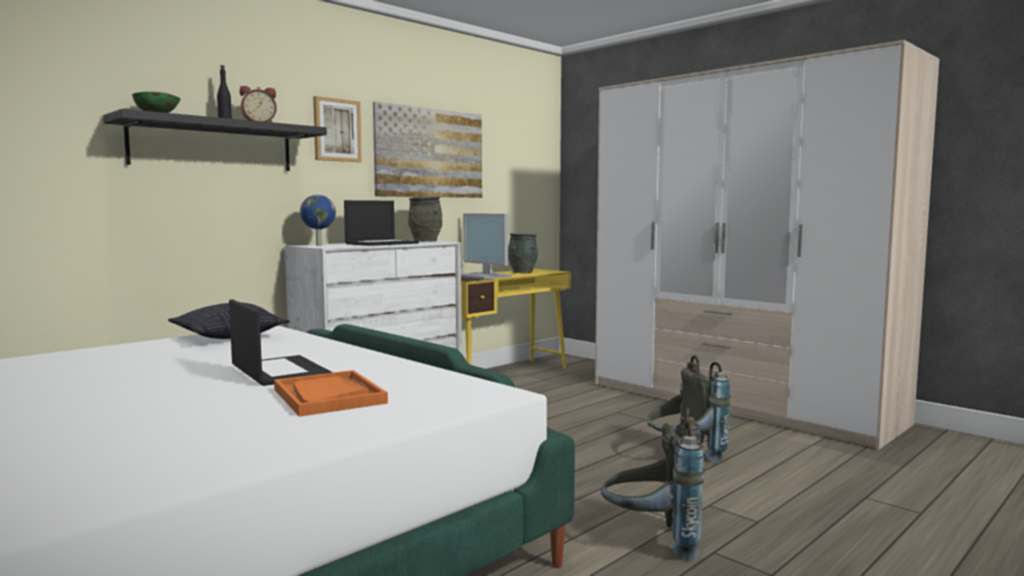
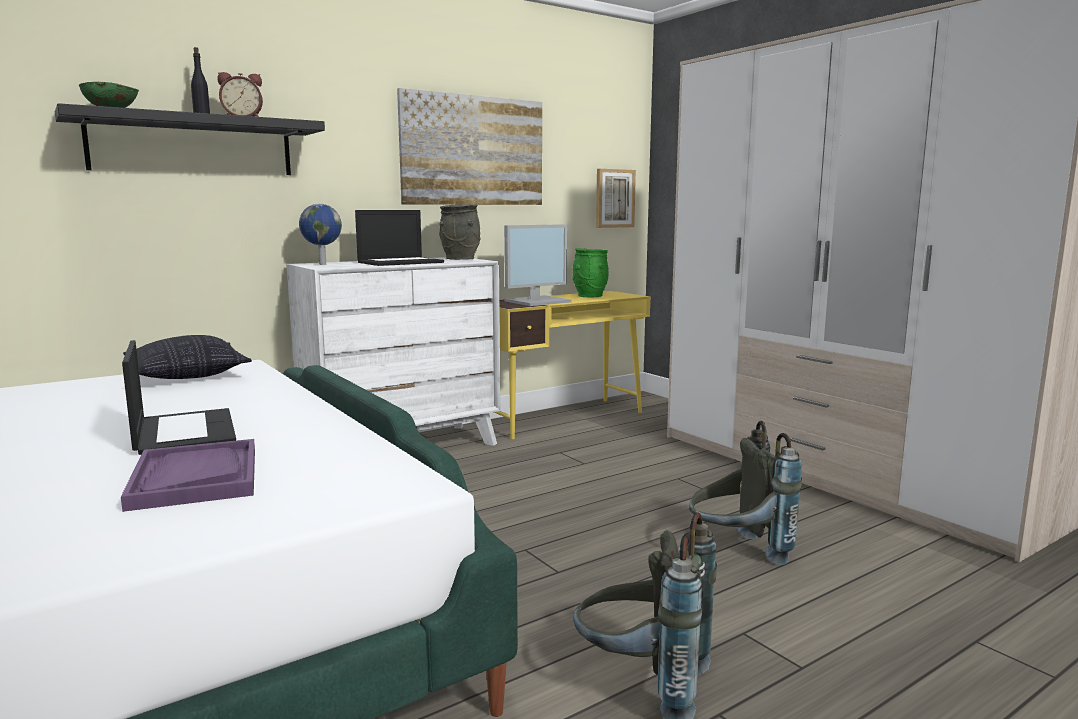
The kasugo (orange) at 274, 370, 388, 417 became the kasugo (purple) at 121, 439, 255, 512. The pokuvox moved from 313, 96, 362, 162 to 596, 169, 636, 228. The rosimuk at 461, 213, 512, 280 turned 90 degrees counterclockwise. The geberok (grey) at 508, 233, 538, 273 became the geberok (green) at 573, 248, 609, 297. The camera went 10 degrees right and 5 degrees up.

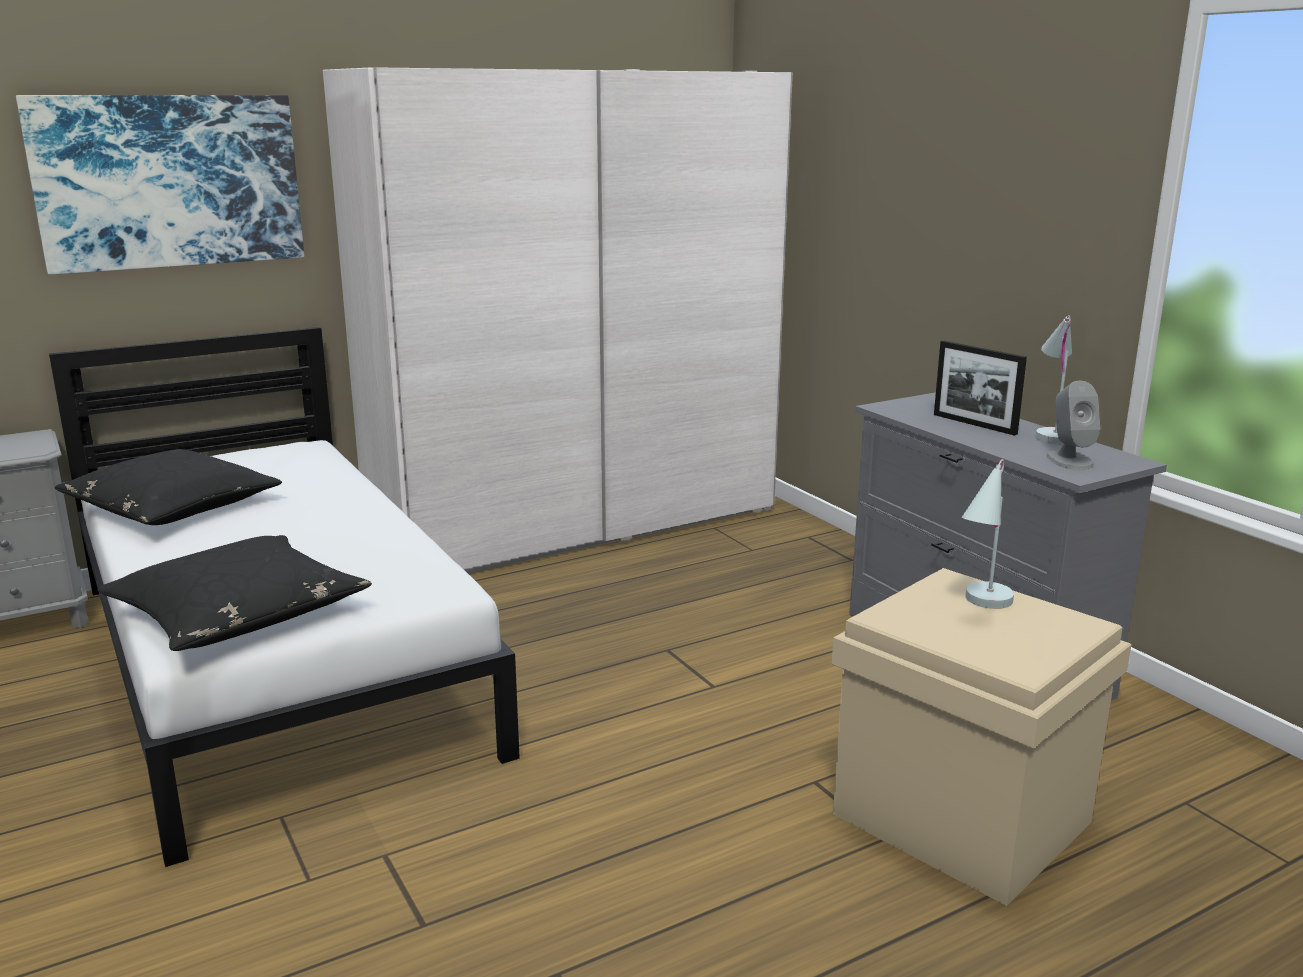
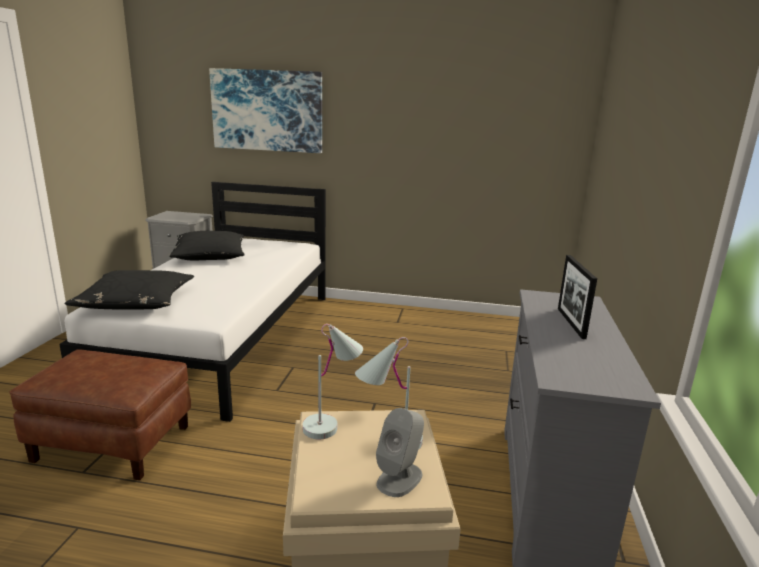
The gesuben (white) at 323, 67, 793, 573 disappeared. The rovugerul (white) moved from 1036, 315, 1072, 445 to 302, 324, 363, 439. The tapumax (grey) moved from 1046, 381, 1100, 469 to 376, 408, 424, 497. The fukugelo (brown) at 9, 350, 191, 480 appeared. The camera went 40 degrees right and 0 degrees up.

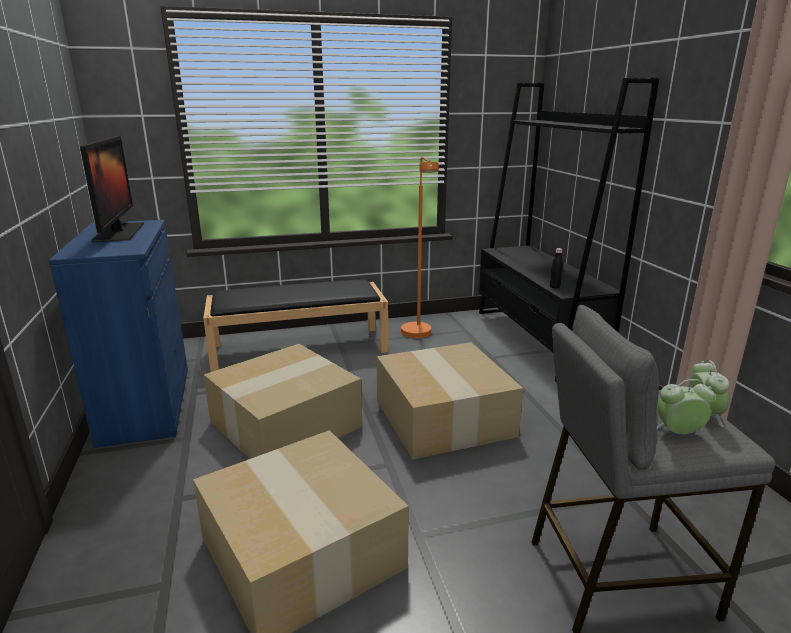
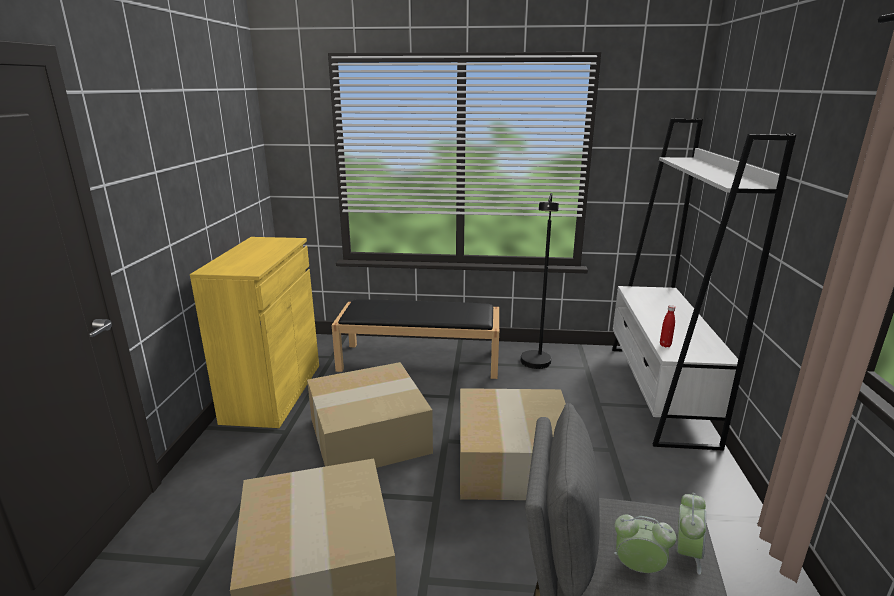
The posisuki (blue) at 49, 220, 188, 448 became the posisuki (yellow) at 190, 237, 319, 428. The rosimuk at 80, 136, 144, 242 disappeared. The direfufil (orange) at 401, 157, 439, 338 became the direfufil (black) at 521, 193, 559, 369. The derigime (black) at 479, 78, 659, 382 became the derigime (white) at 612, 118, 796, 451. The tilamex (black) at 550, 248, 563, 289 became the tilamex (red) at 660, 305, 675, 347. The camera went 20 degrees right and 0 degrees up.

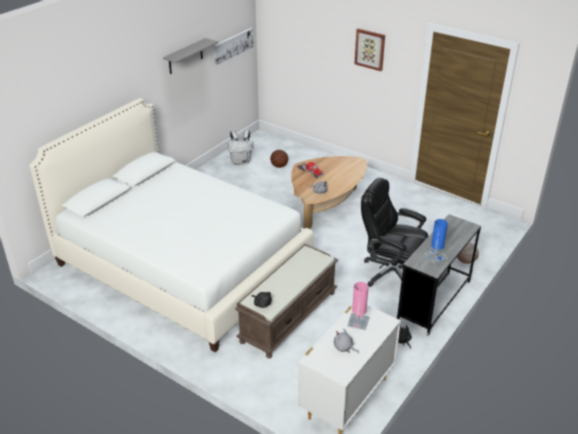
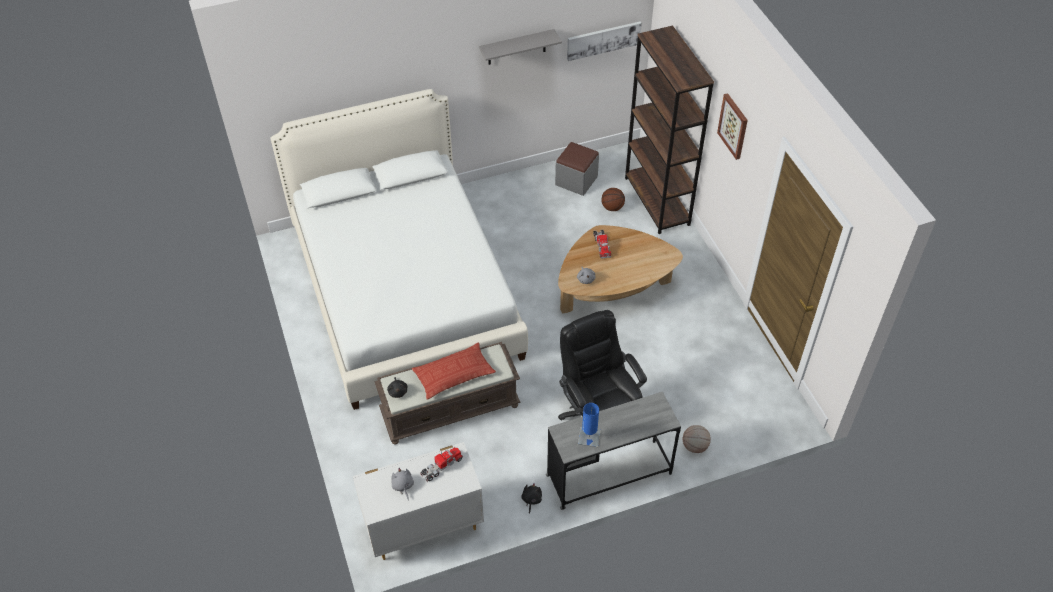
The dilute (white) at 228, 130, 254, 165 was replaced by the fukugelo (grey) at 555, 142, 599, 196. The rovugerul (pink) at 347, 282, 369, 330 was replaced by the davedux at 420, 447, 463, 482. The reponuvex at 412, 343, 496, 400 appeared. The derigime (brown) at 625, 26, 714, 234 appeared. The camera went 35 degrees right and 15 degrees up.

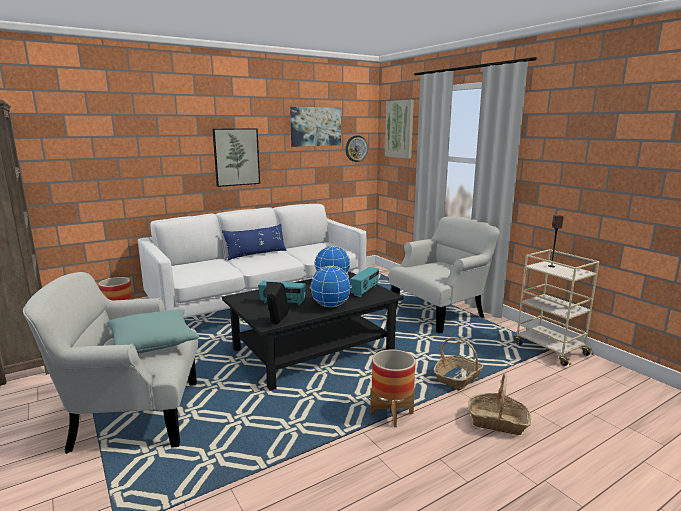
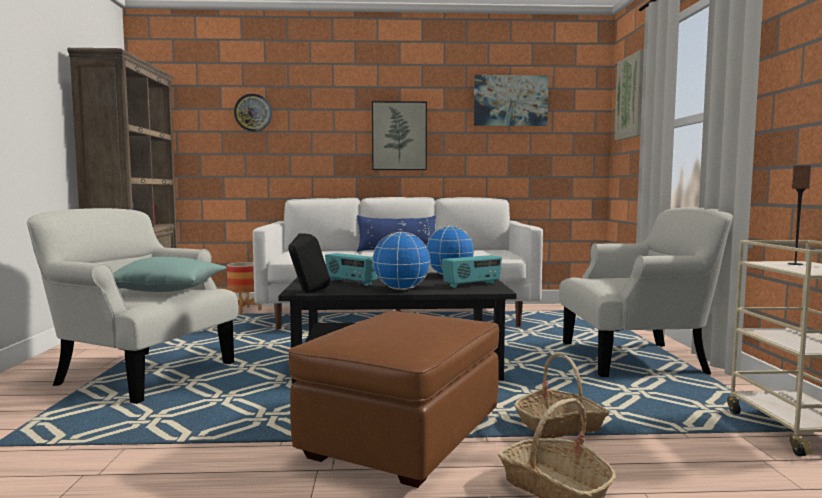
The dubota moved from 346, 135, 368, 162 to 234, 94, 272, 132. The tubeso at 370, 349, 416, 427 was replaced by the fukugelo (brown) at 288, 311, 499, 488. The camera went 30 degrees right and 10 degrees down.

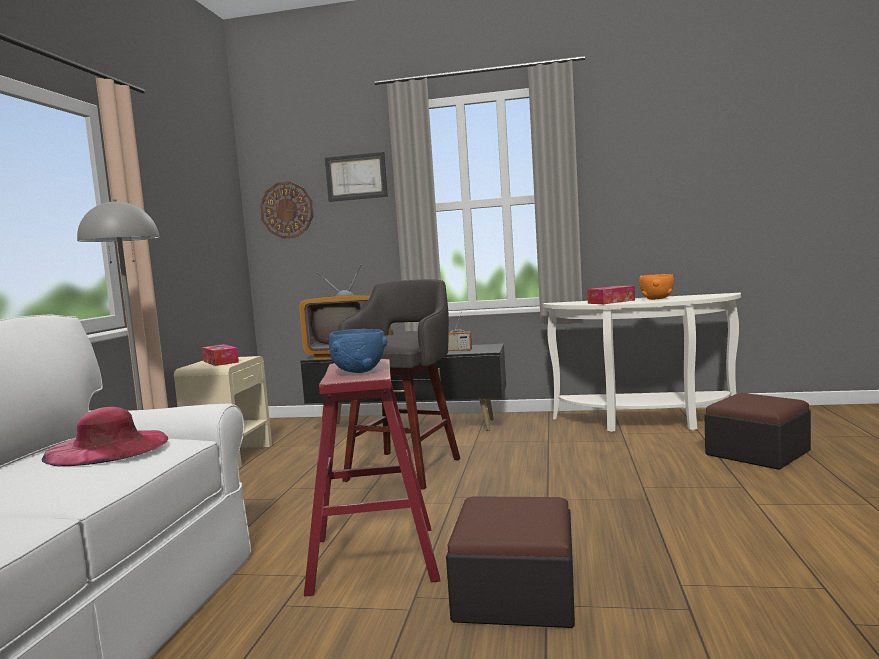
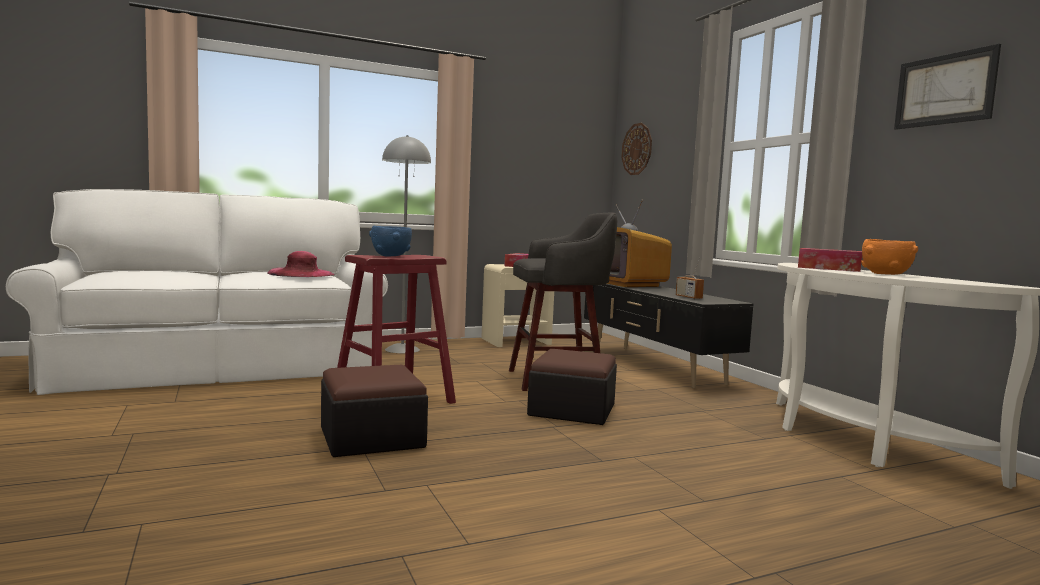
The pokuvox moved from 325, 152, 388, 202 to 894, 44, 1001, 130. The fukugelo moved from 704, 393, 811, 470 to 527, 349, 617, 425. The camera went 55 degrees right and 0 degrees up.

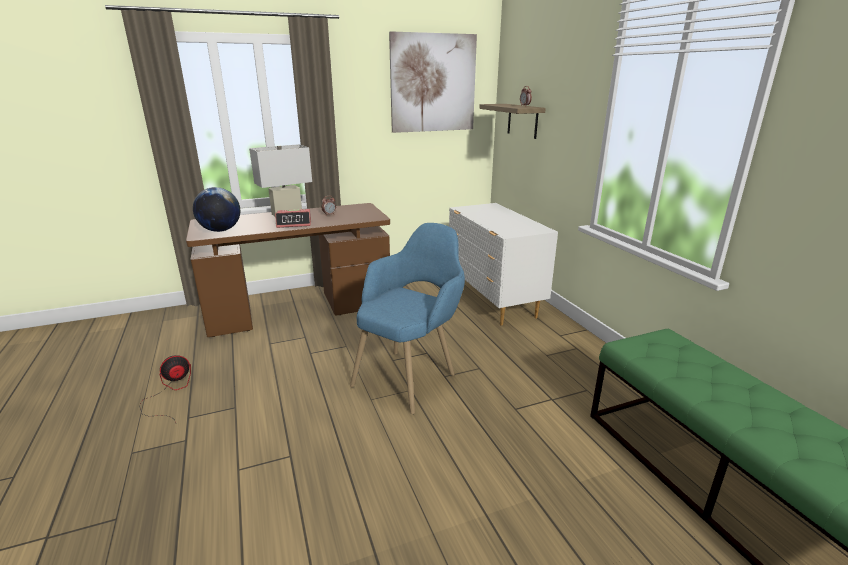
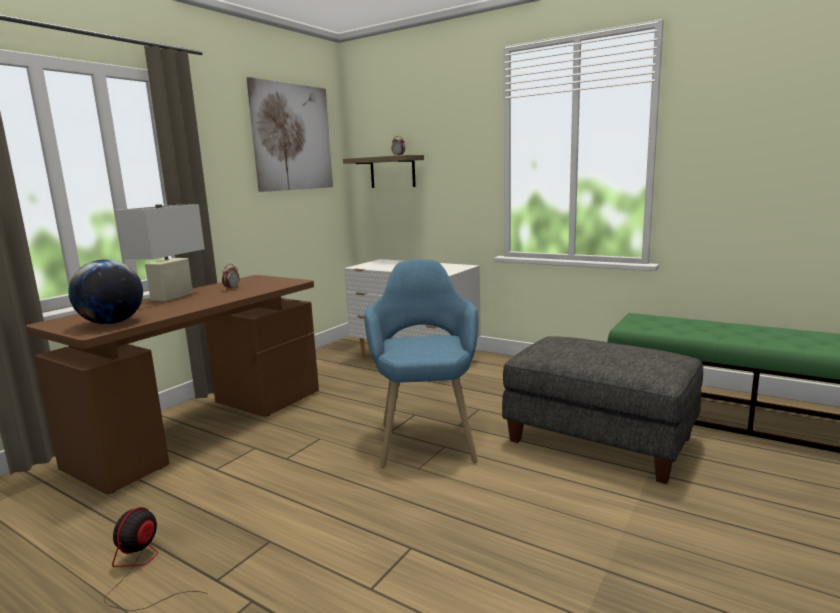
The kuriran at 275, 209, 311, 228 disappeared. The fukugelo (grey) at 502, 336, 703, 484 appeared. The camera went 35 degrees left and 10 degrees down.

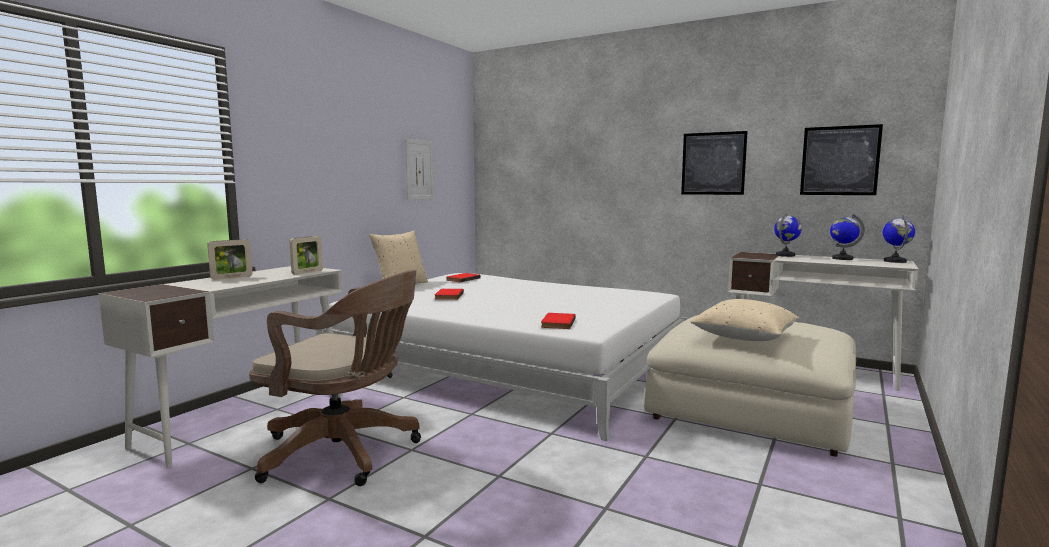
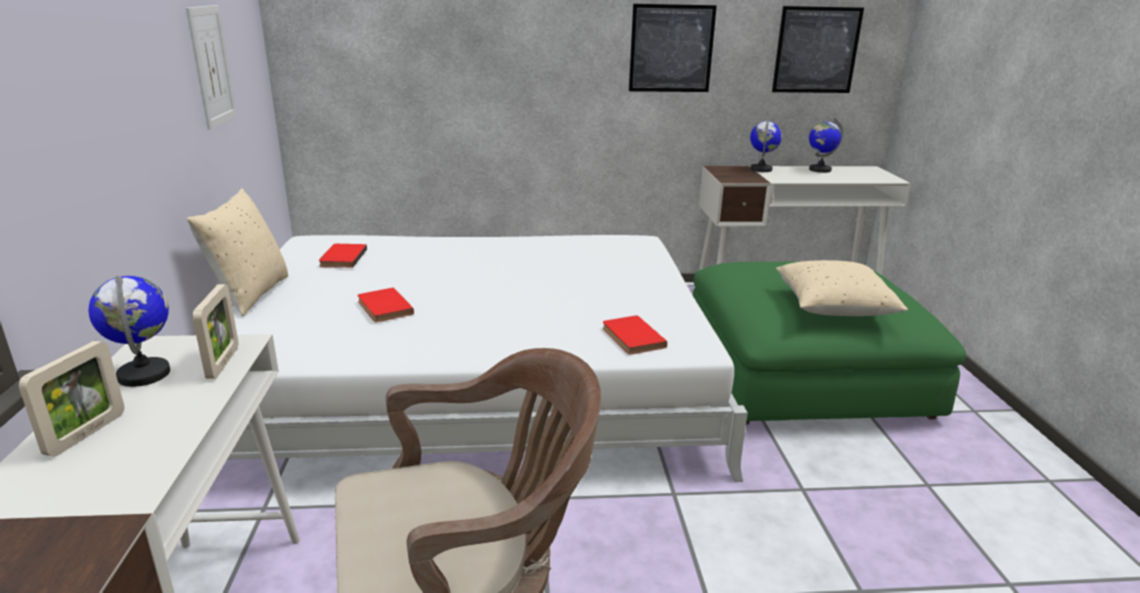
The fukugelo (beige) at 644, 315, 856, 457 became the fukugelo (green) at 692, 262, 966, 424. The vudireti moved from 883, 216, 915, 263 to 88, 276, 170, 387. The camera went 35 degrees left and 15 degrees up.

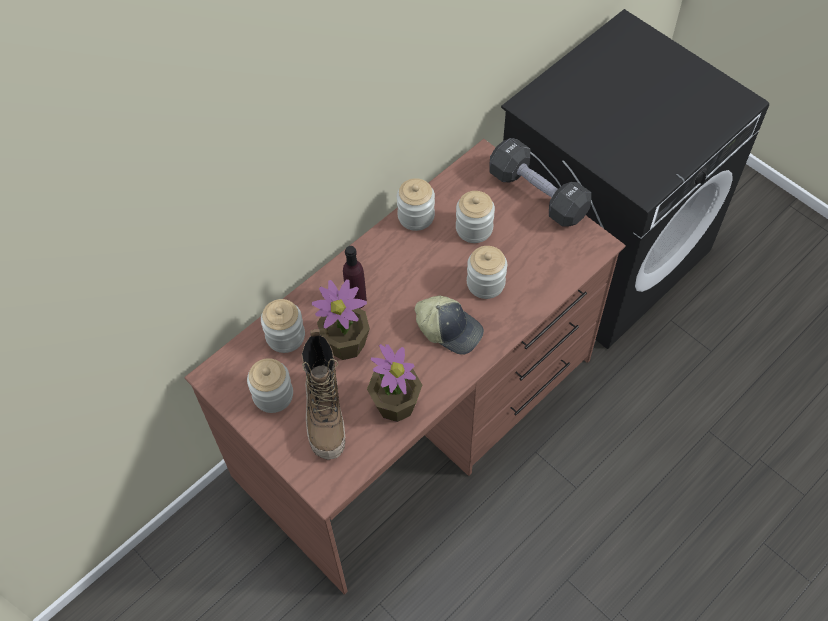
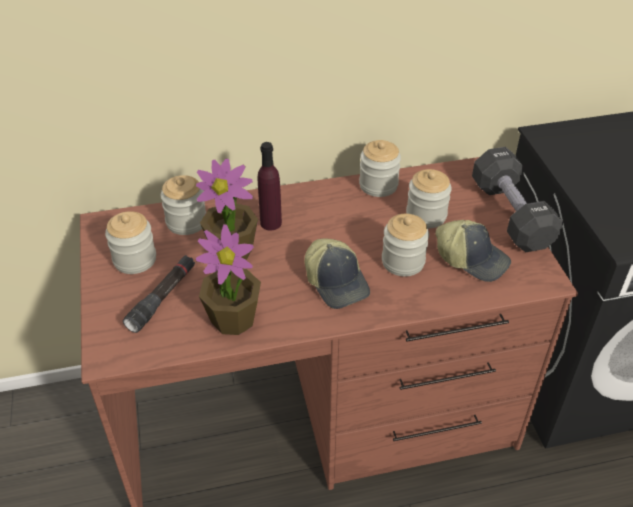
The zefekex at 301, 329, 345, 460 was replaced by the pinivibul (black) at 123, 255, 195, 333. The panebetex at 435, 220, 511, 282 appeared. The camera went 30 degrees right and 15 degrees down.

